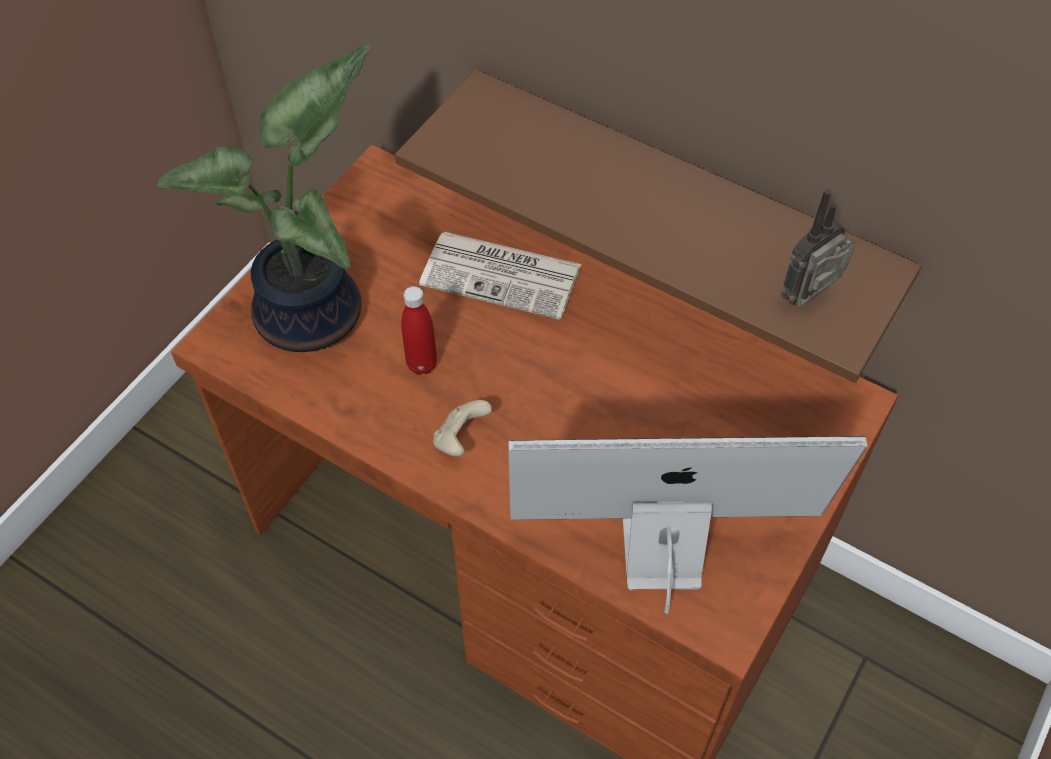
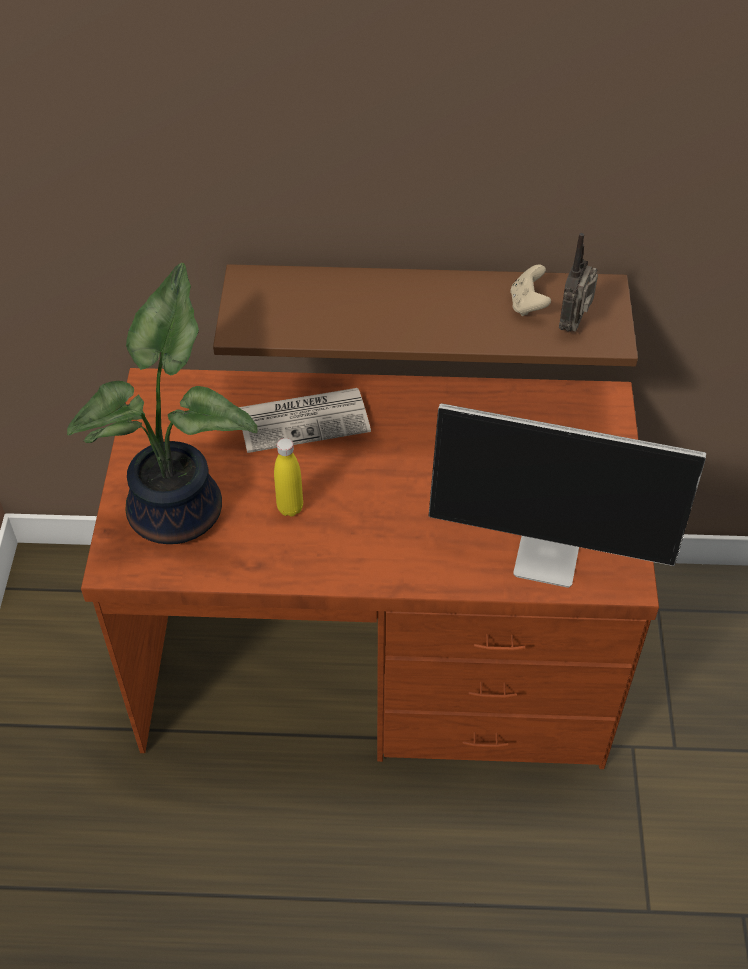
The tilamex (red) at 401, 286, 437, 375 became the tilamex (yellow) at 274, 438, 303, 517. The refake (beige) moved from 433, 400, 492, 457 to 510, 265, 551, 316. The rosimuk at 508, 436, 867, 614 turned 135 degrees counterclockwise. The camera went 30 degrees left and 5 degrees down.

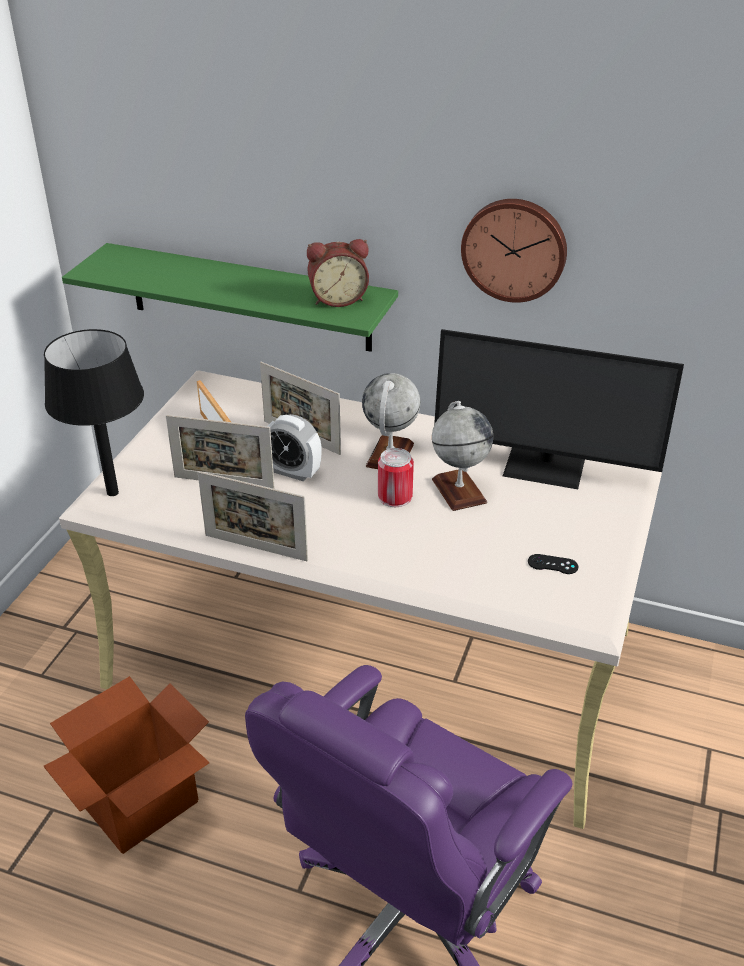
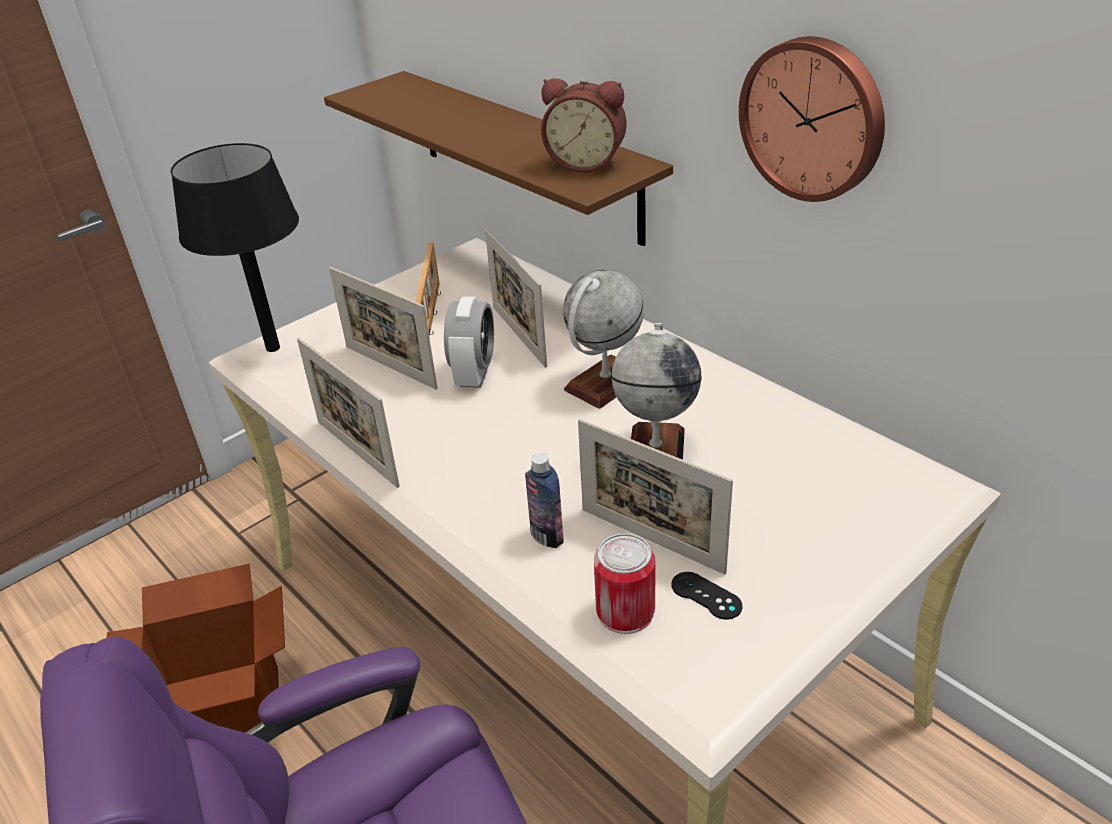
The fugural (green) at 62, 243, 398, 352 became the fugural (brown) at 324, 71, 673, 246. The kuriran at 268, 414, 322, 481 turned 135 degrees counterclockwise. The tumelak moved from 378, 448, 414, 507 to 594, 534, 656, 634. The rosimuk at 434, 329, 684, 489 disappeared. The tilamex at 525, 453, 564, 548 appeared. The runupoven at 578, 419, 733, 575 appeared. The camera went 30 degrees right and 0 degrees up.

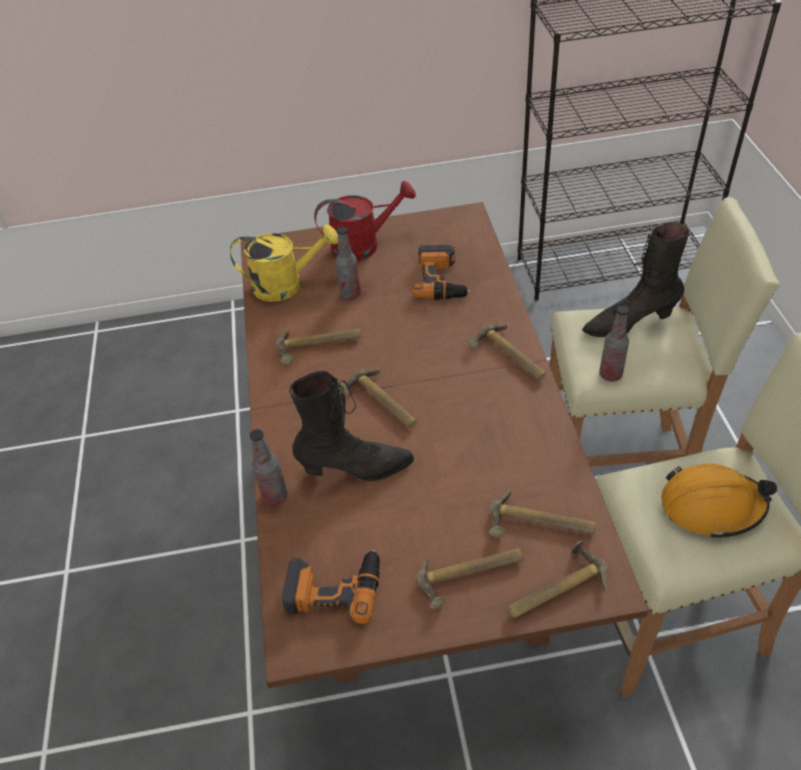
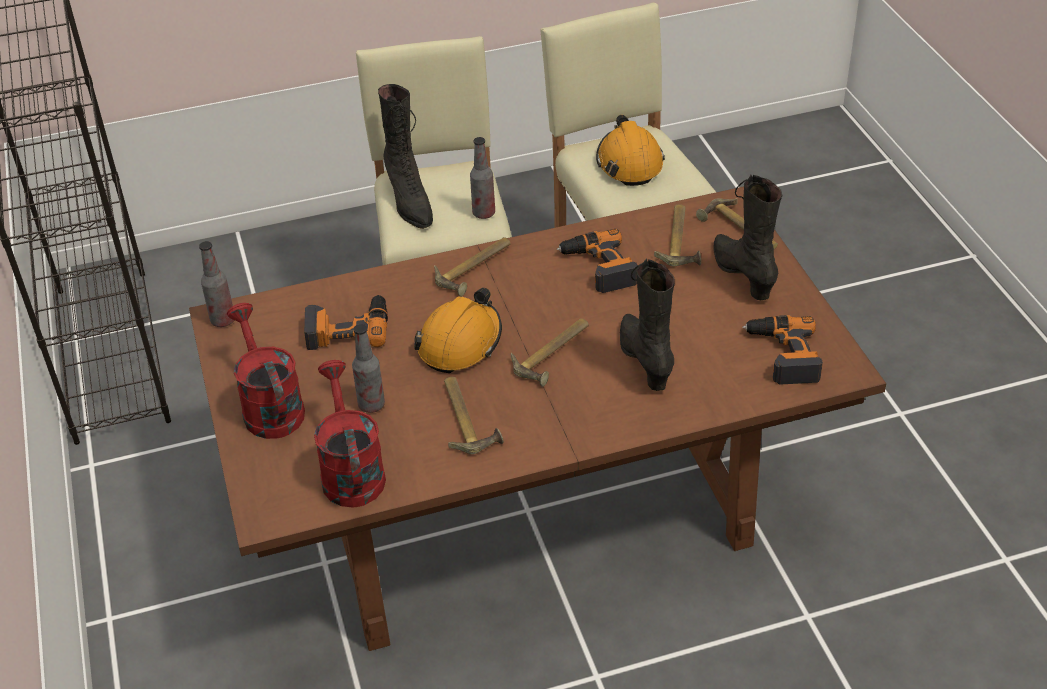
The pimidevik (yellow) at 230, 225, 338, 302 became the pimidevik (red) at 314, 360, 386, 508. The tilamex moved from 250, 429, 288, 505 to 199, 241, 234, 327. The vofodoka at 417, 548, 524, 609 was replaced by the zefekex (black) at 713, 175, 782, 300. The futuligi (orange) at 414, 288, 502, 373 appeared. The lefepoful at 557, 229, 638, 293 appeared. The camera went 100 degrees left and 5 degrees down.

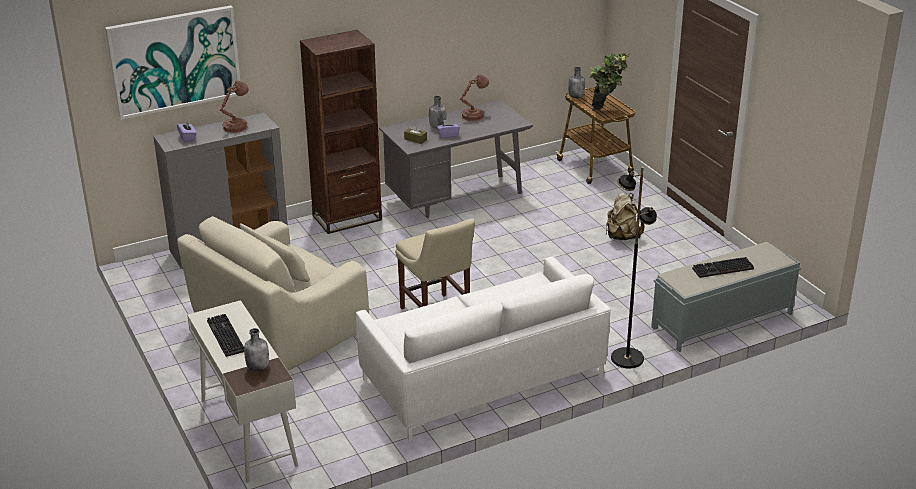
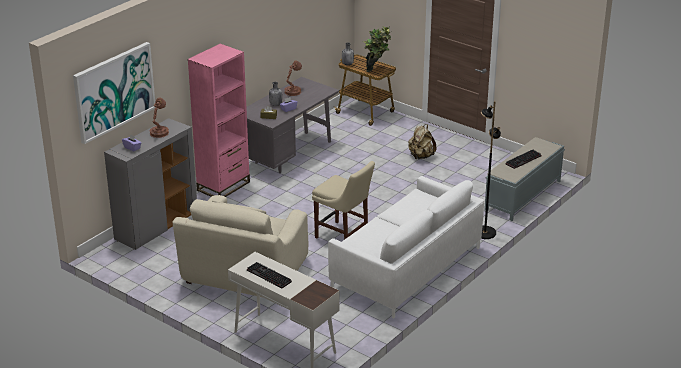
The tilamex (grey) at 244, 328, 269, 371 disappeared. The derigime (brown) at 300, 30, 382, 234 became the derigime (pink) at 188, 44, 250, 197. The camera went 25 degrees left and 0 degrees up.

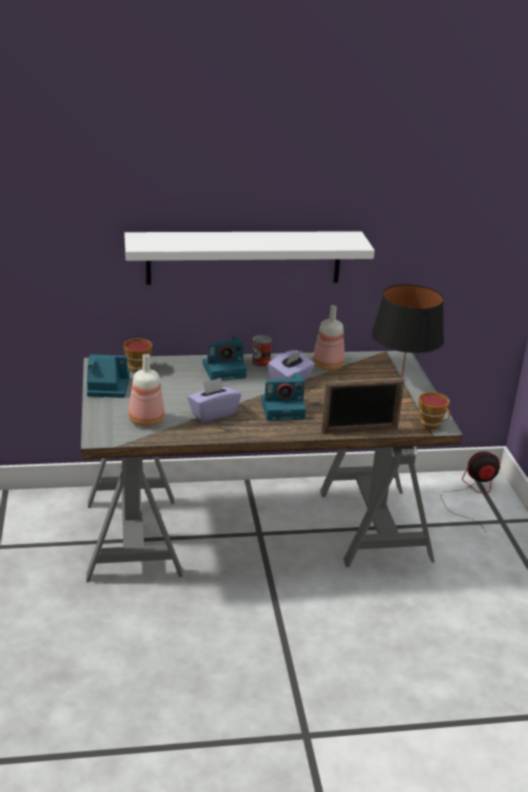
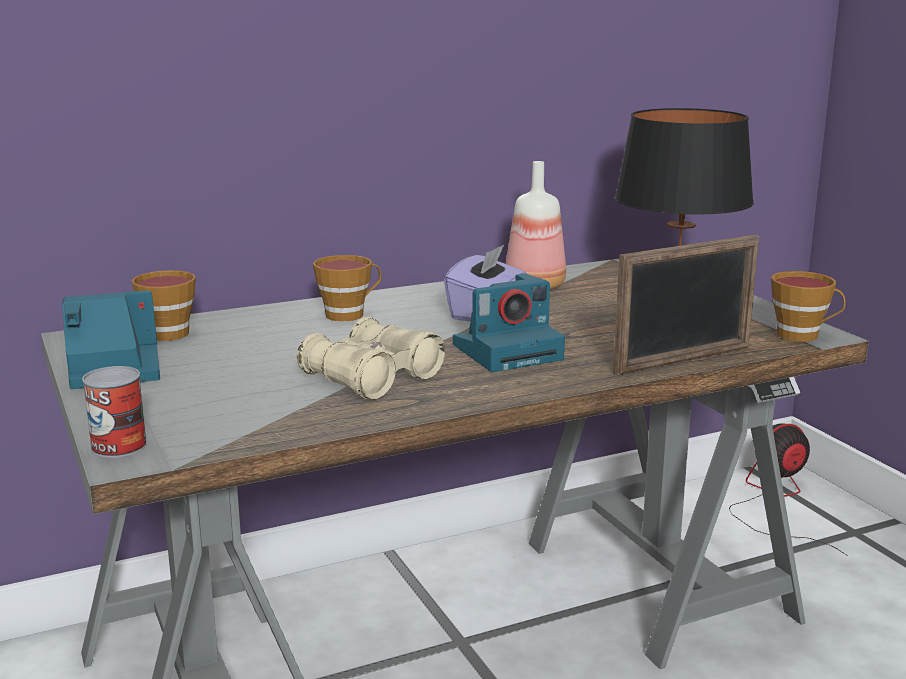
The fugural (white) at 125, 231, 375, 285 disappeared. The tilamex at 128, 354, 165, 427 disappeared. The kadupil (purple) at 187, 378, 241, 422 was replaced by the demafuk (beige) at 297, 317, 445, 400. The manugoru at 202, 336, 247, 380 was replaced by the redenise at 313, 255, 381, 321. The tumelak moved from 252, 335, 272, 367 to 82, 366, 147, 458. The camera went 15 degrees left and 10 degrees down.

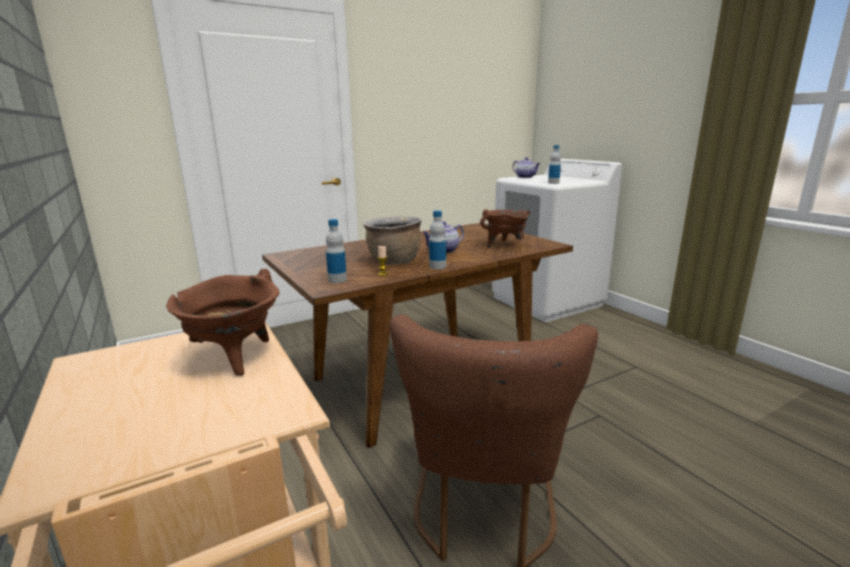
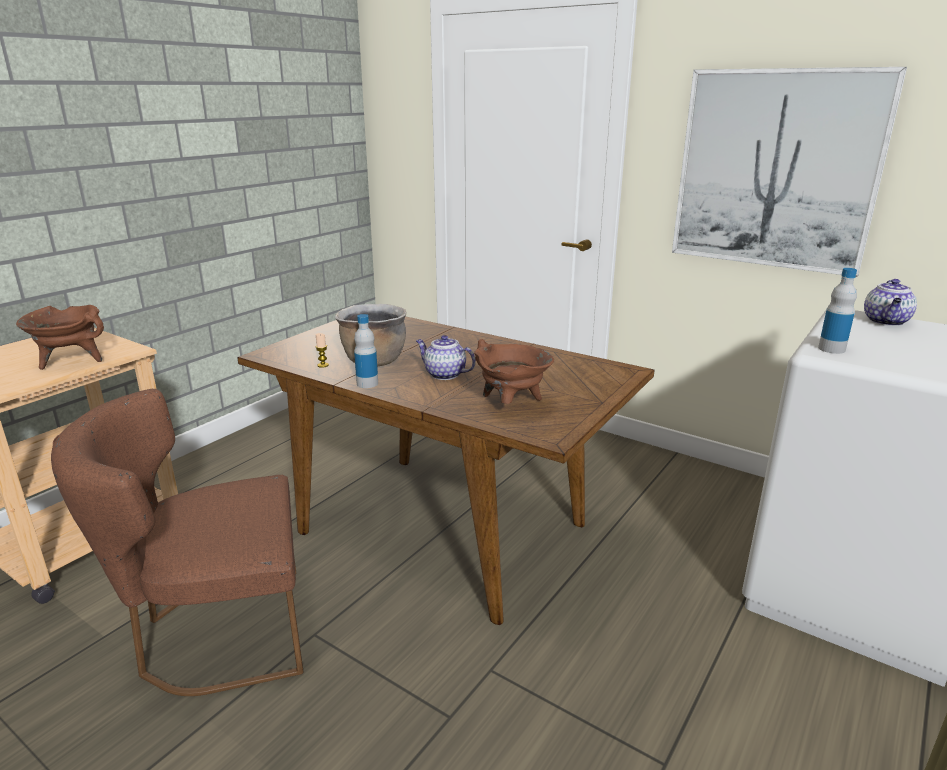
The tilamex at 326, 219, 347, 283 disappeared. The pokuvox at 672, 67, 907, 277 appeared. The camera went 65 degrees right and 5 degrees up.

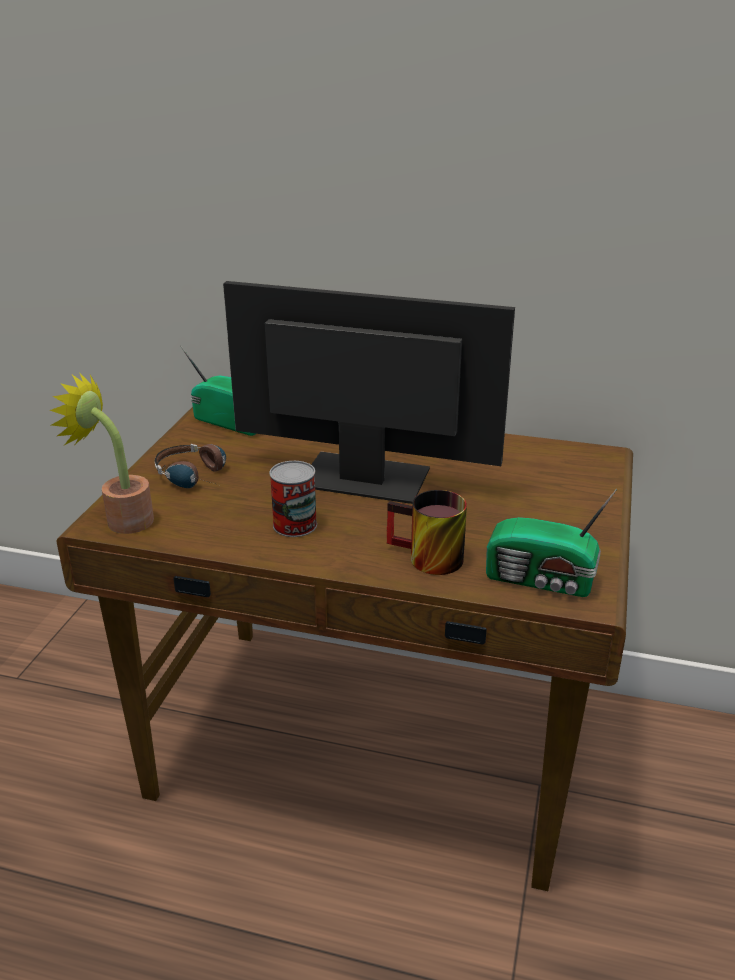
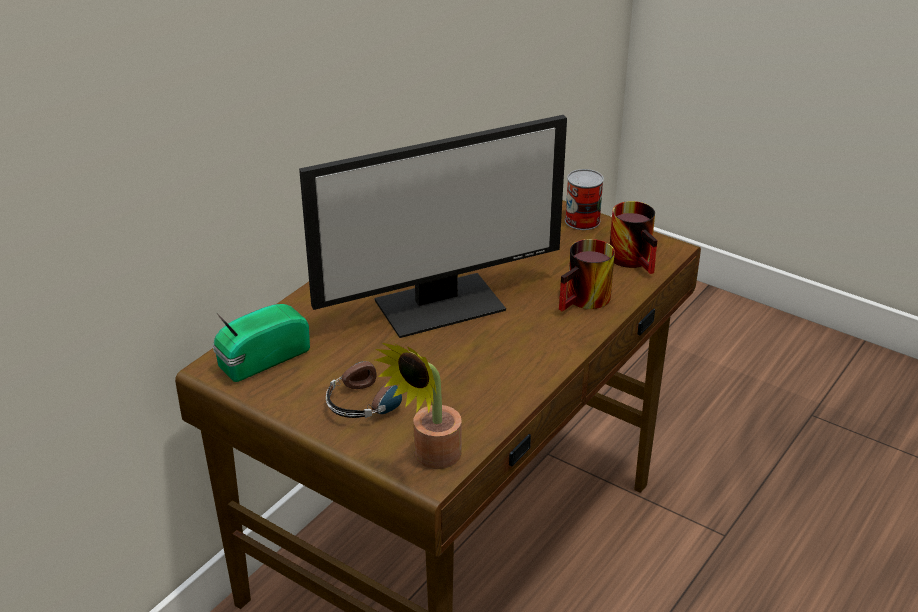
The rosimuk at 223, 281, 515, 504 turned 150 degrees counterclockwise. The tumelak moved from 269, 461, 317, 537 to 565, 169, 604, 230. The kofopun at 486, 489, 617, 597 was replaced by the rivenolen at 610, 201, 658, 274. The camera went 70 degrees left and 5 degrees up.

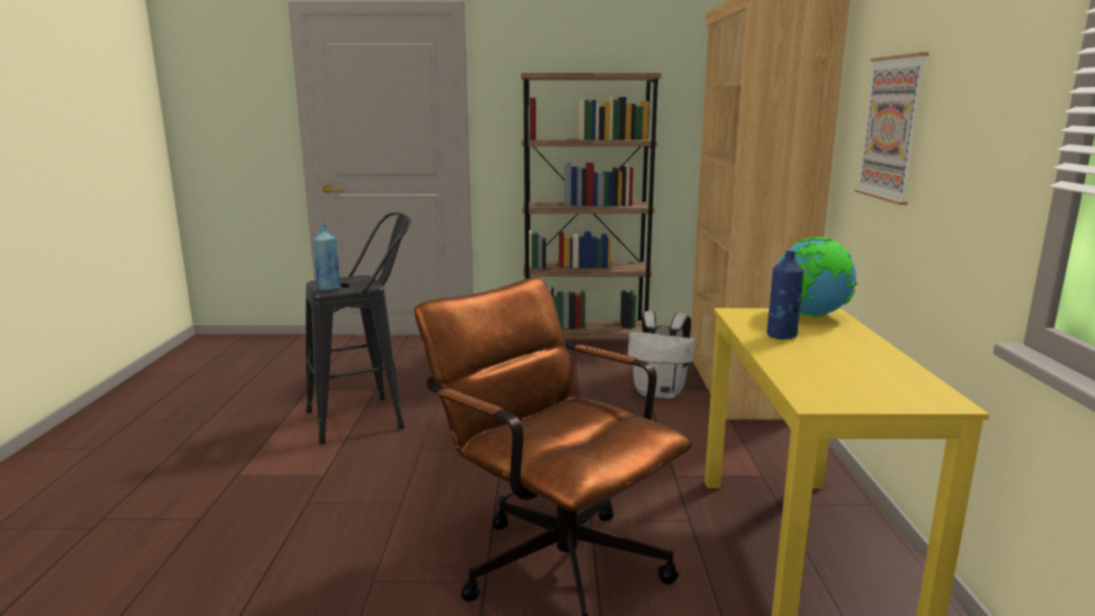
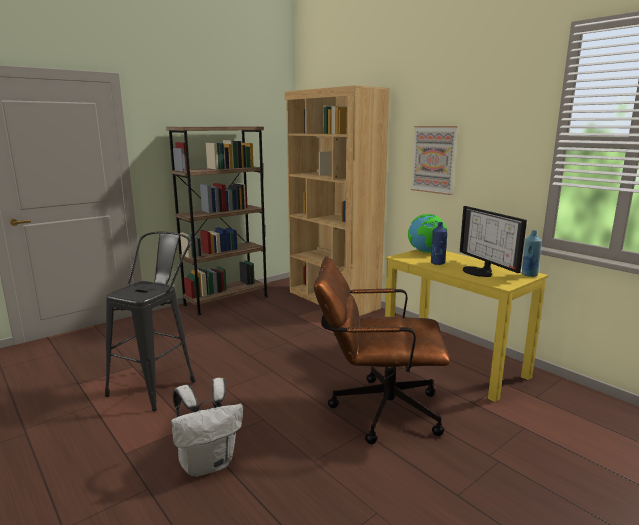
The tilamex (blue) moved from 313, 224, 340, 291 to 522, 230, 542, 277. The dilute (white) moved from 628, 311, 696, 399 to 171, 378, 243, 477. The rosimuk at 460, 206, 527, 277 appeared. The camera went 40 degrees left and 0 degrees up.

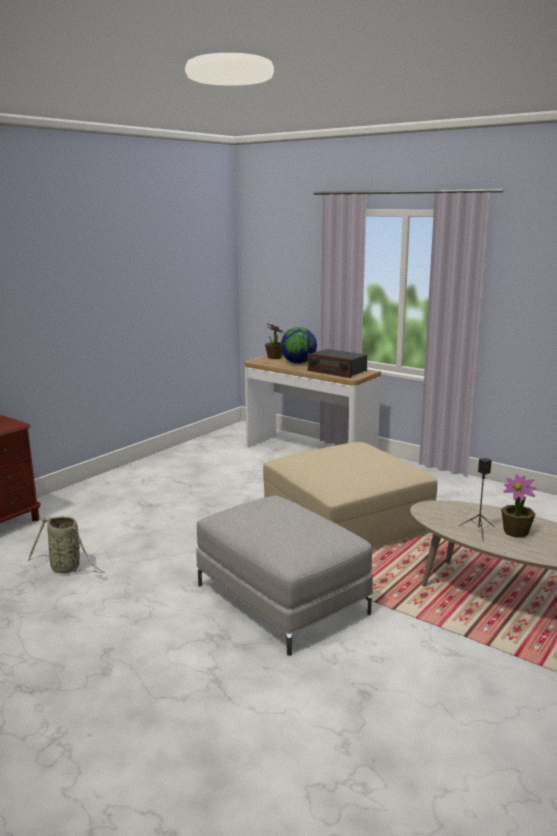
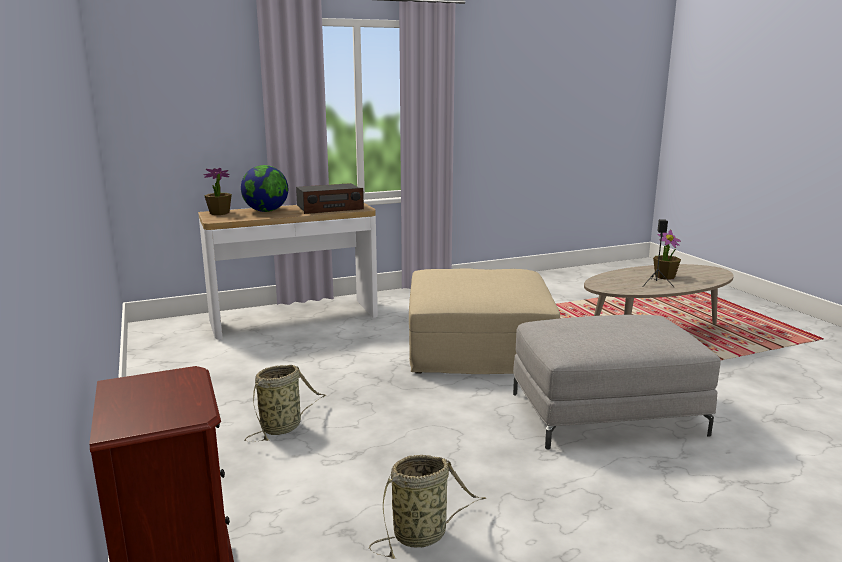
The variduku at 245, 365, 326, 442 appeared. The camera went 60 degrees left and 0 degrees up.

